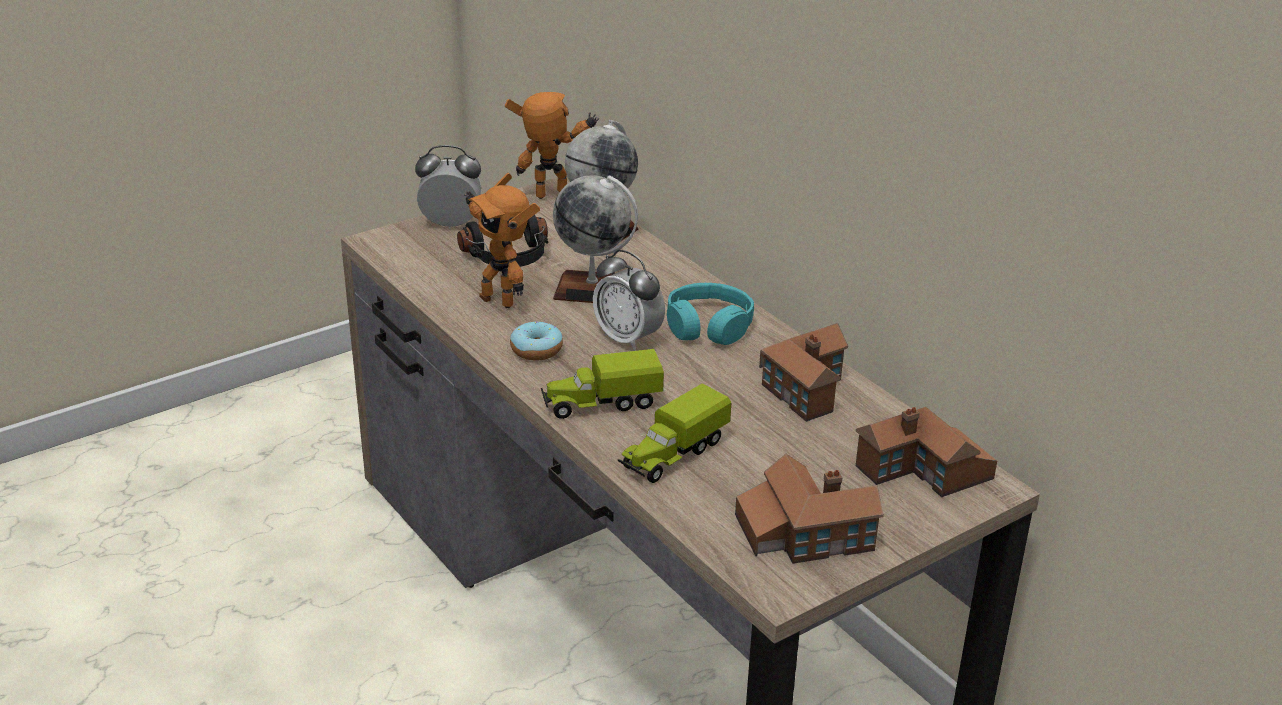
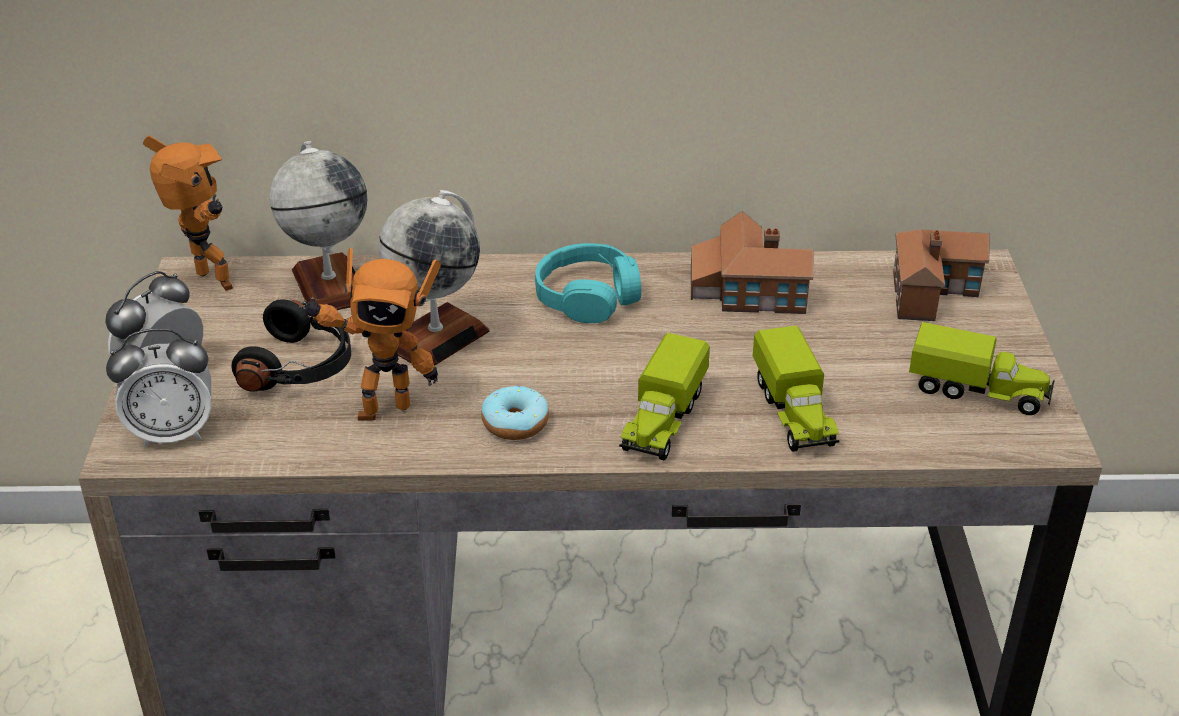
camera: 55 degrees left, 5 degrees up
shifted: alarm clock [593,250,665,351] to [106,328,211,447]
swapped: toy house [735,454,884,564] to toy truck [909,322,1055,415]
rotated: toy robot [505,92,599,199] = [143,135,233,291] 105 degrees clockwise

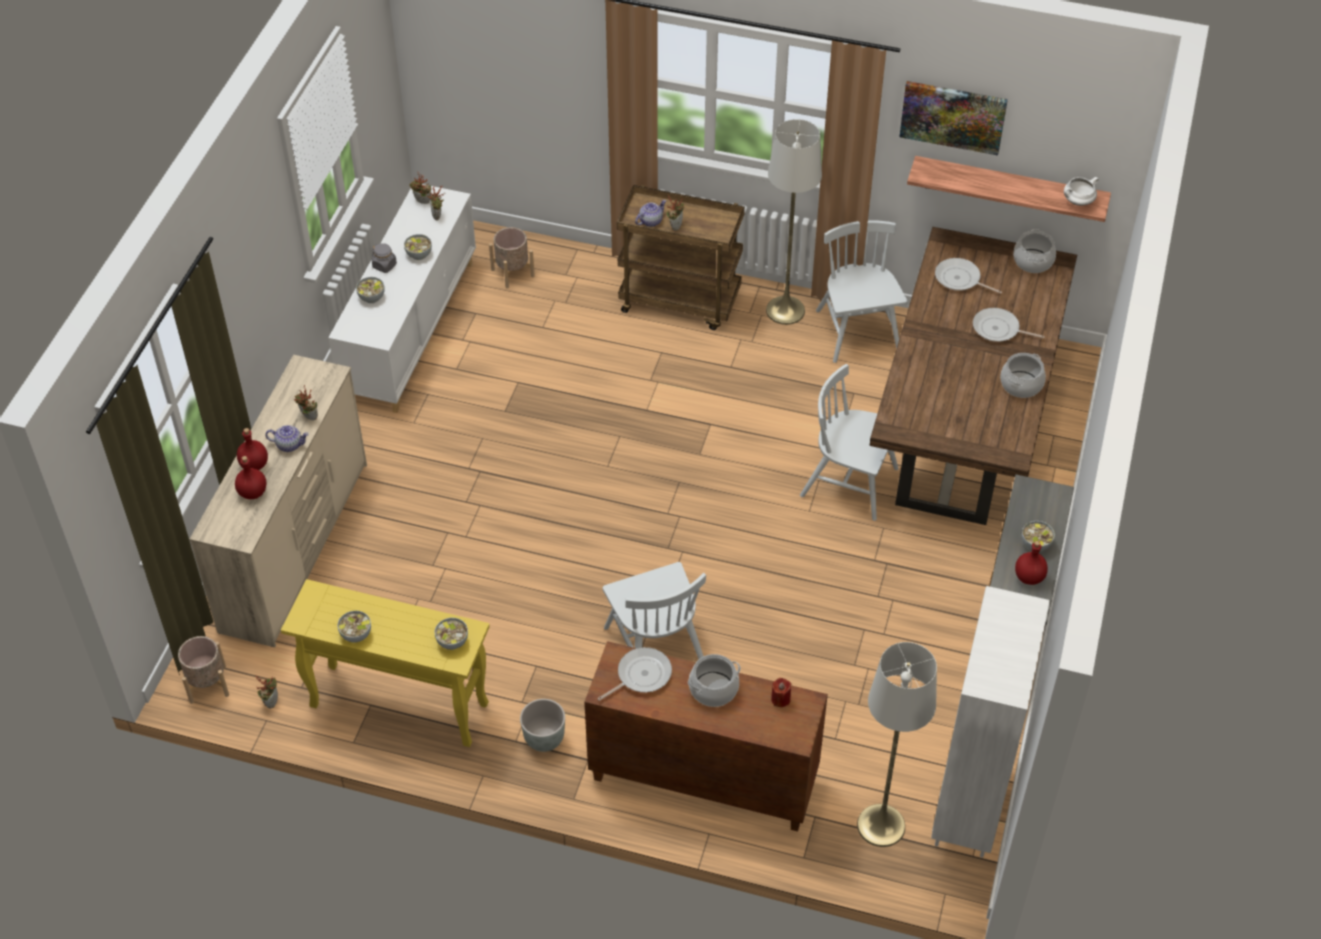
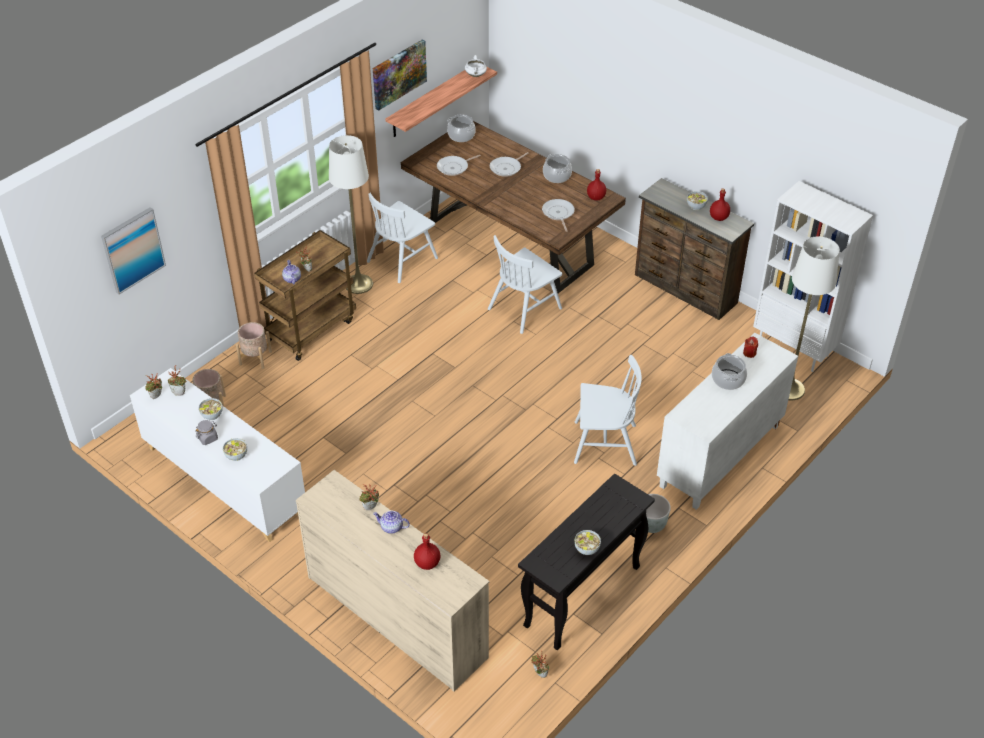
camera: 65 degrees left, 5 degrees down
gone: bowl [435,618,468,650]
new: picture [101,207,166,294]
shifted: bottle (red) [237,428,268,470] to [587,169,606,200]; planter (beige) [178,636,229,704] to [236,322,272,369]; frying pan [597,647,672,701] to [542,199,575,232]
repainted: console table (yellow) [281,579,490,747] to console table (black) [518,473,655,650]; cabinet (brown) [584,641,828,832] to cabinet (white) [657,333,798,510]
rotated: chair (white) [816,220,908,363] = [367,193,438,283] 60 degrees counterclockwise; teapot [265,425,309,452] = [373,511,410,534] 105 degrees counterclockwise

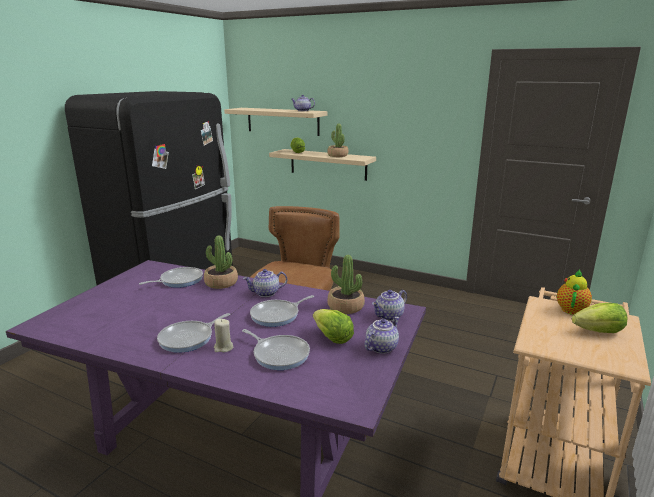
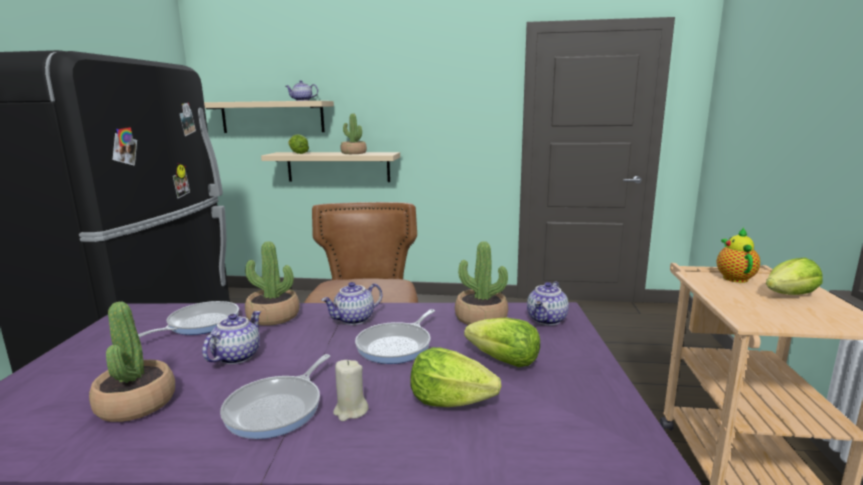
camera: 20 degrees left, 5 degrees down
new: potted plant [89,301,175,422]
shifted: teapot [365,317,399,354] to [202,311,261,364]
swapped: frying pan [242,329,310,370] to lettuce [410,347,501,407]

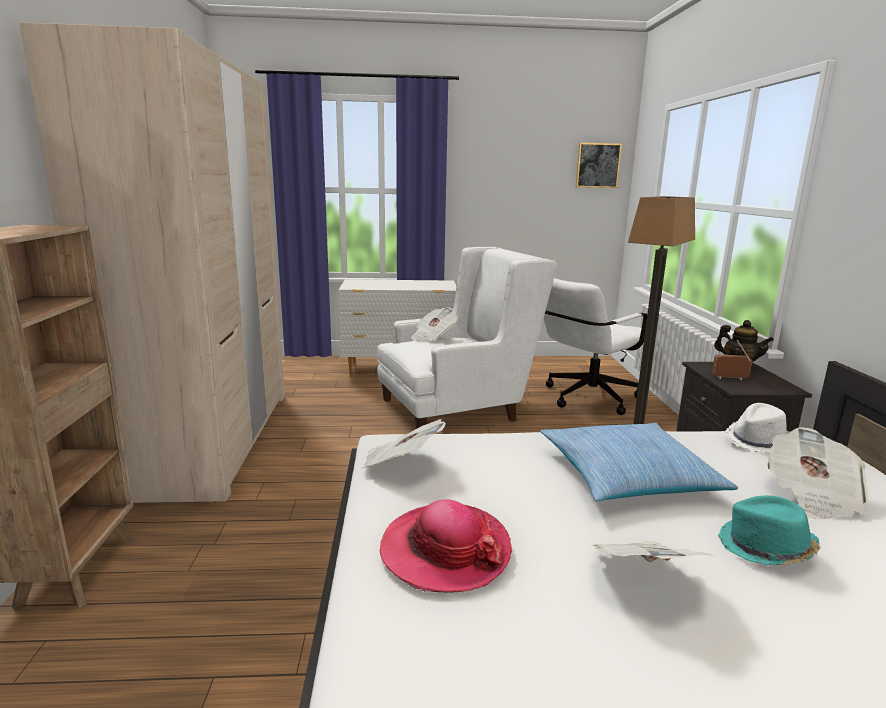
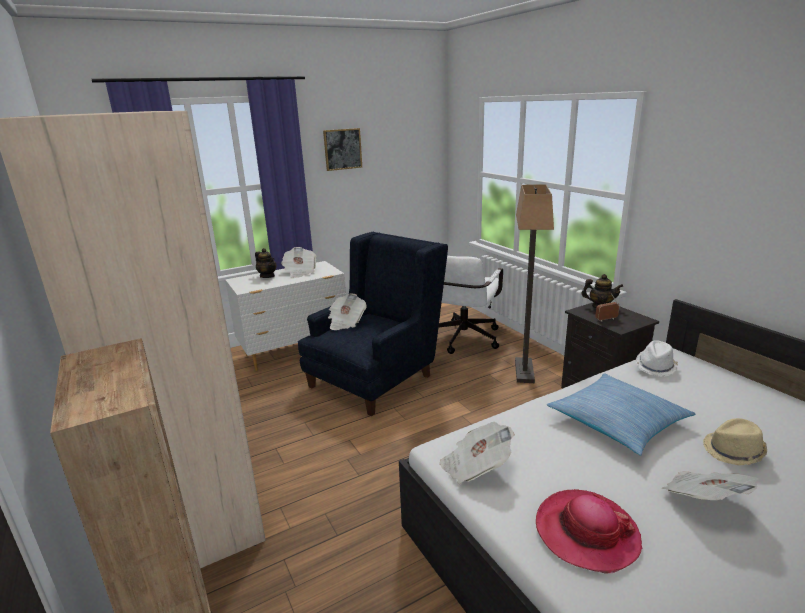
camera: 25 degrees left, 5 degrees up
new: teapot [255,248,277,278]
shifted: picture [576,143,622,188] to [323,128,362,171]; newspaper [767,427,868,519] to [281,247,316,278]
repainted: armchair (white) [377,247,557,429] to armchair (blue) [298,232,448,416]; hat (turquoise) [718,495,821,565] to hat (beige) [703,418,767,465]

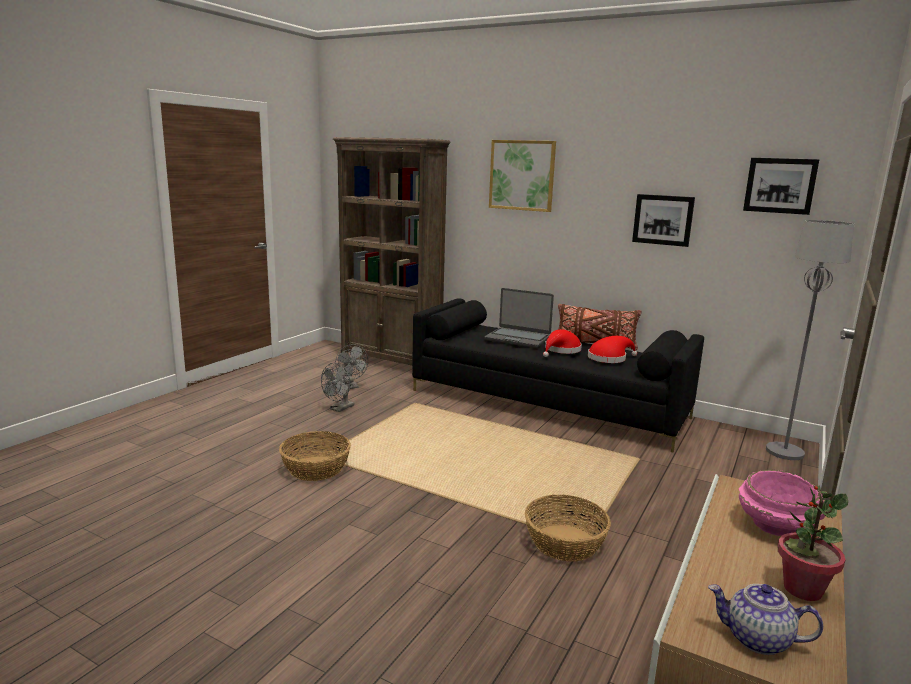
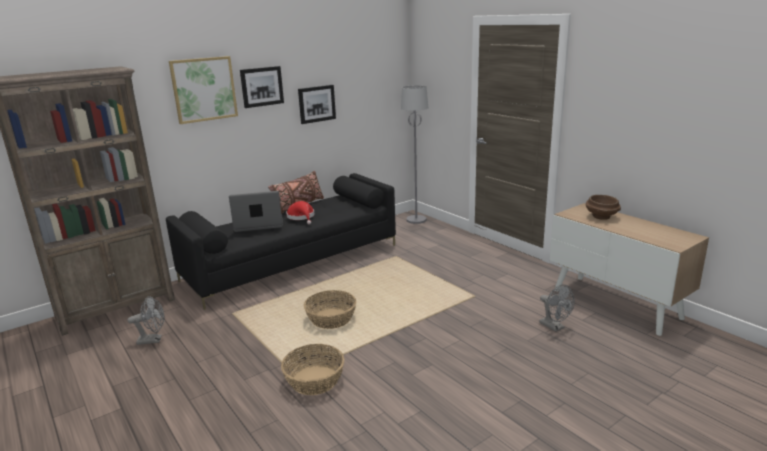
camera: 65 degrees left, 5 degrees up
gone: hat (red) [588,336,637,363]; potted plant [777,486,848,601]; teapot [708,584,823,655]
shifted: picture [743,158,819,215] to [240,66,284,108]; fan (grey) [321,363,354,412] to [539,284,575,332]; basket [525,495,611,561] to [304,290,356,329]
repainted: bowl (pink) [739,470,825,536] to bowl (brown) [586,195,621,220]
rotated: laptop [484,288,554,348] = [229,191,283,232] 150 degrees counterclockwise

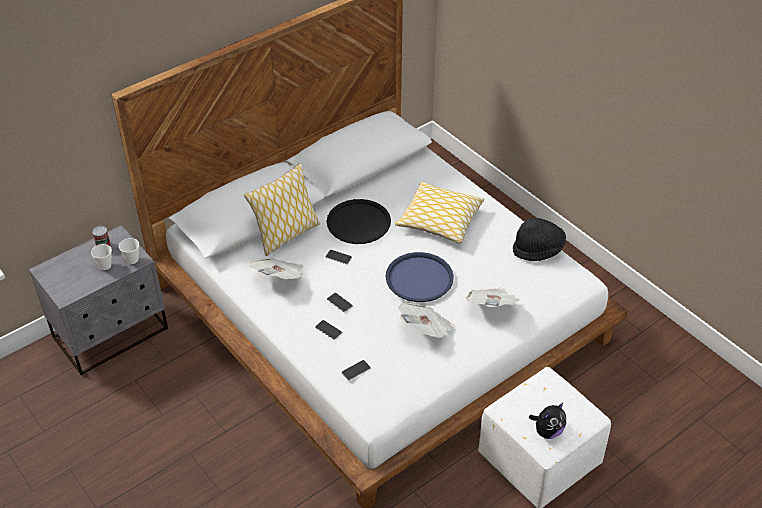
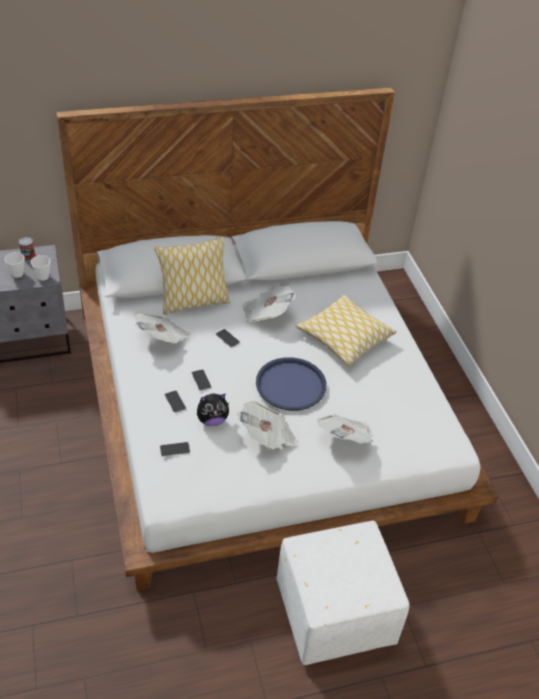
camera: 20 degrees right, 0 degrees up
gone: hat (black) [513,218,566,261]
shifted: plush toy [529,402,566,439] to [197,393,229,426]
swapped: tray (black) [327,199,391,244] to newspaper [243,286,296,322]

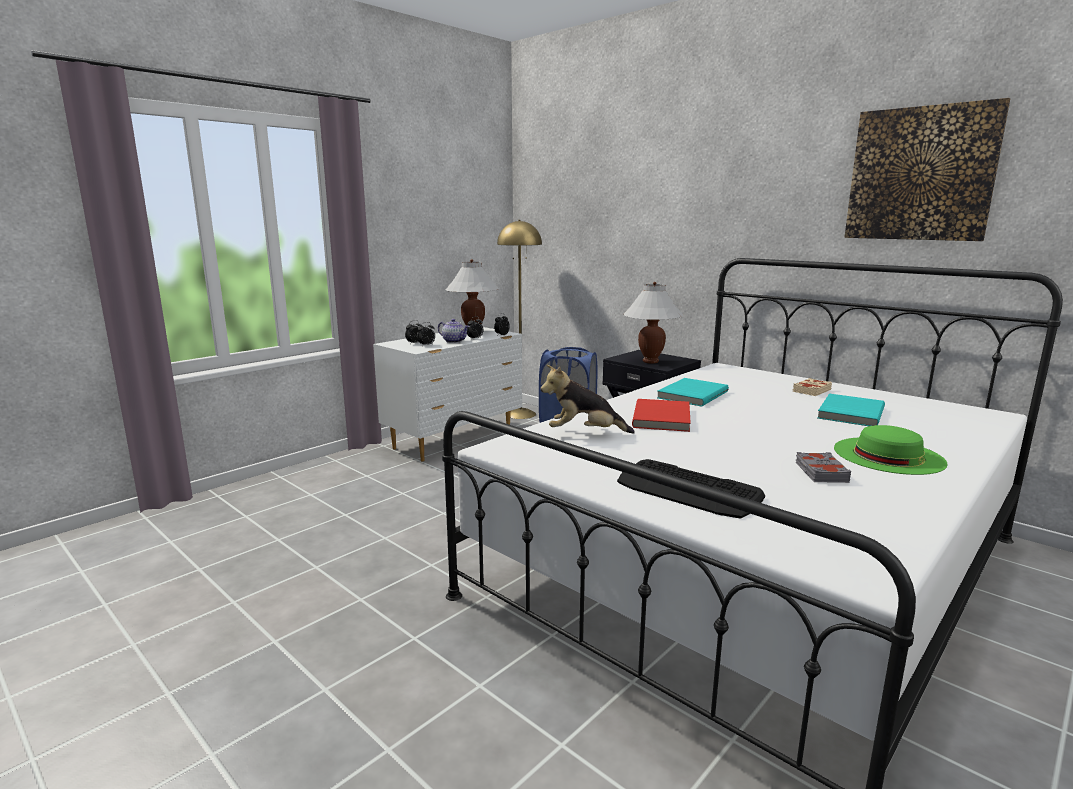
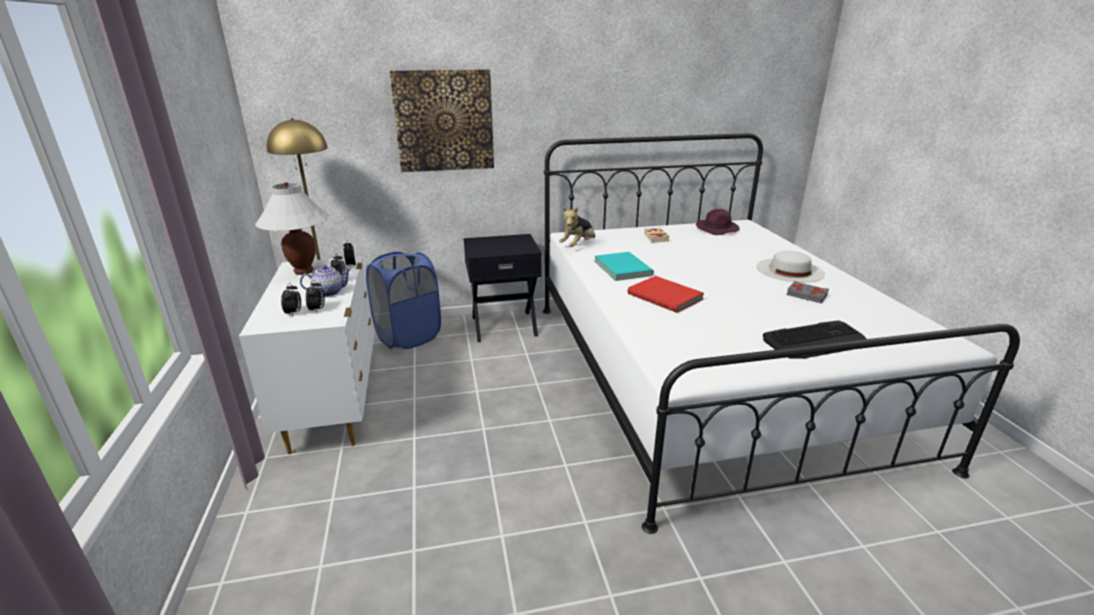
camera: 55 degrees left, 10 degrees up
gone: table lamp (white) [623,282,683,364]; book (turquoise) [817,393,885,426]
new: hat (purple) [696,209,740,235]
shifted: picture [844,98,1010,241] to [390,69,494,172]; plush toy [541,365,635,434] to [559,207,595,247]
repainted: hat (green) [834,425,948,475] to hat (white) [757,251,825,283]

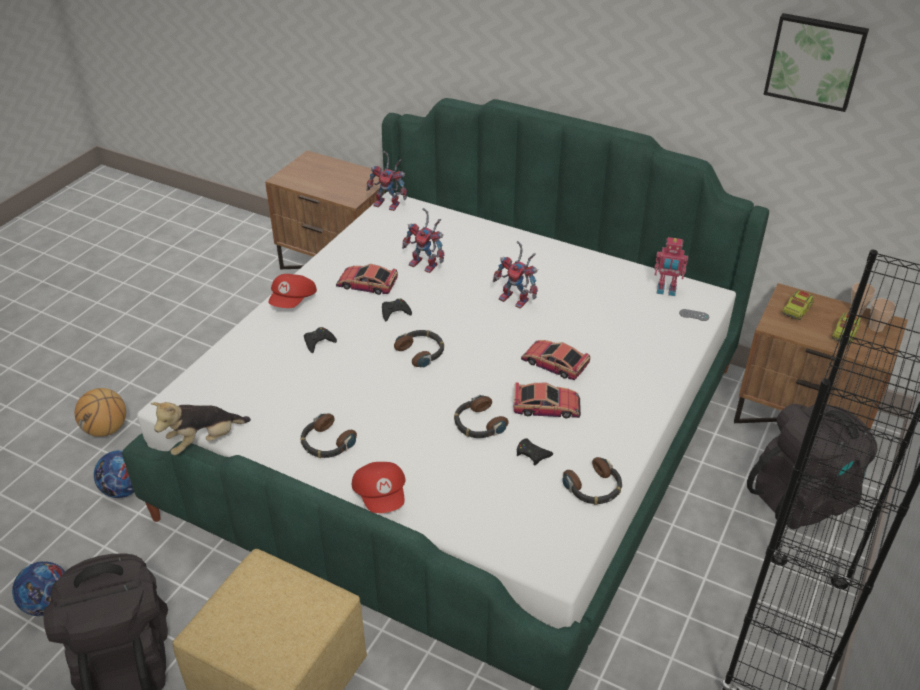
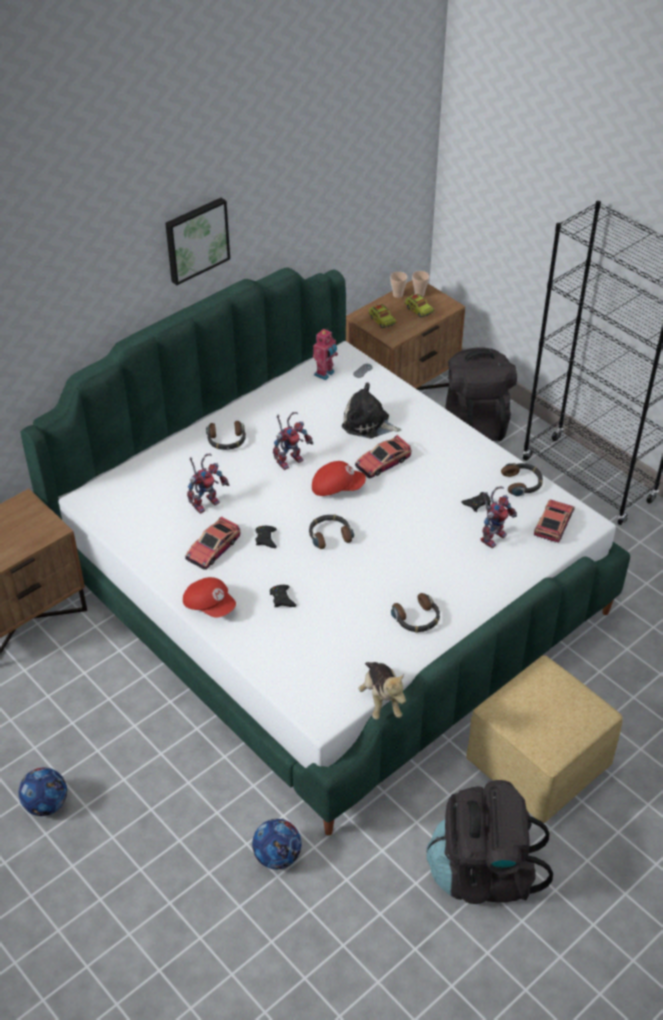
camera: 70 degrees left, 5 degrees up
gone: basketball [75,388,126,437]
new: plush toy [342,382,402,439]
shifted: picture [763,13,869,112] to [165,198,230,285]; toy robot [366,151,407,211] to [481,486,517,549]; toy car [514,383,581,419] to [534,499,575,543]; headphones [454,395,508,438] to [206,421,246,450]; cap (red) [352,462,406,513] to [312,461,366,496]; football [12,561,65,616] to [18,767,67,816]

